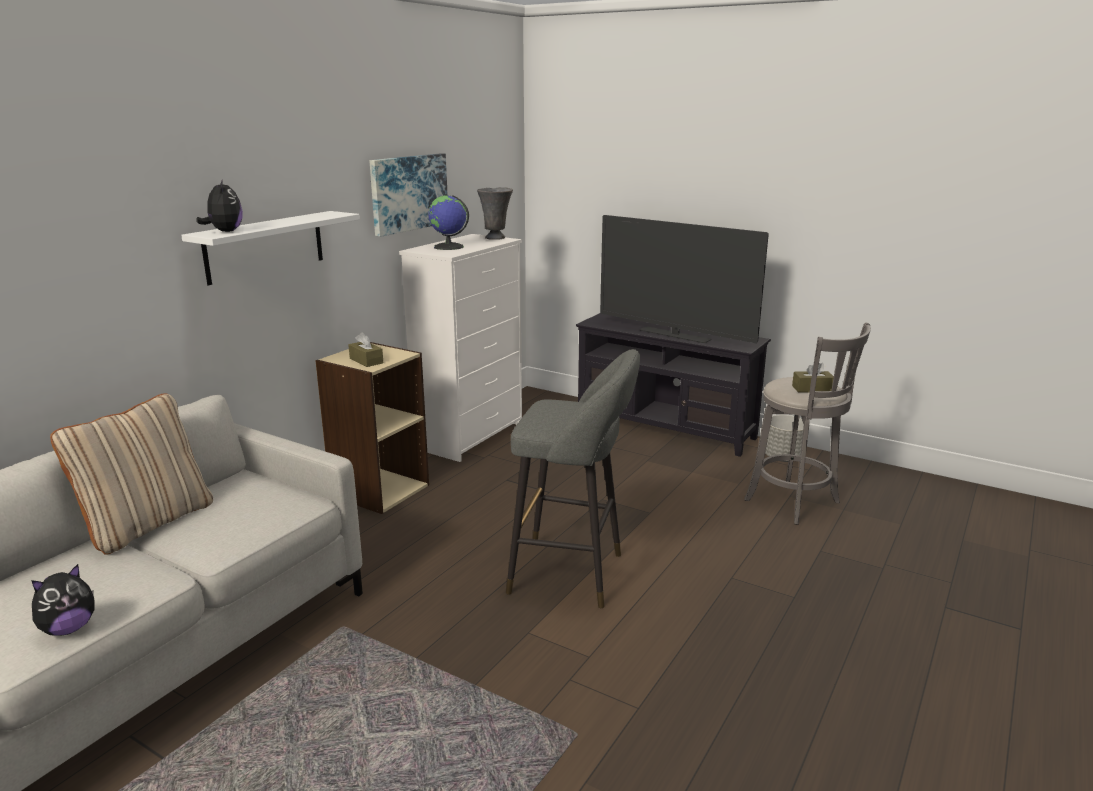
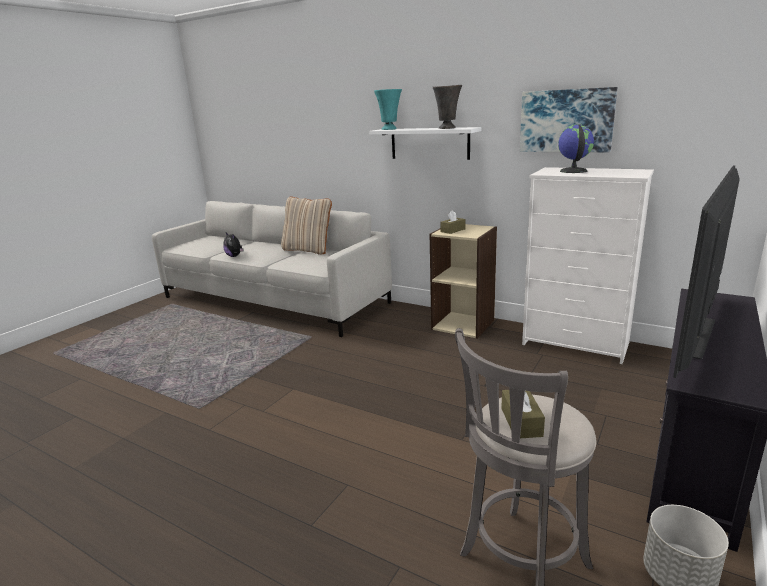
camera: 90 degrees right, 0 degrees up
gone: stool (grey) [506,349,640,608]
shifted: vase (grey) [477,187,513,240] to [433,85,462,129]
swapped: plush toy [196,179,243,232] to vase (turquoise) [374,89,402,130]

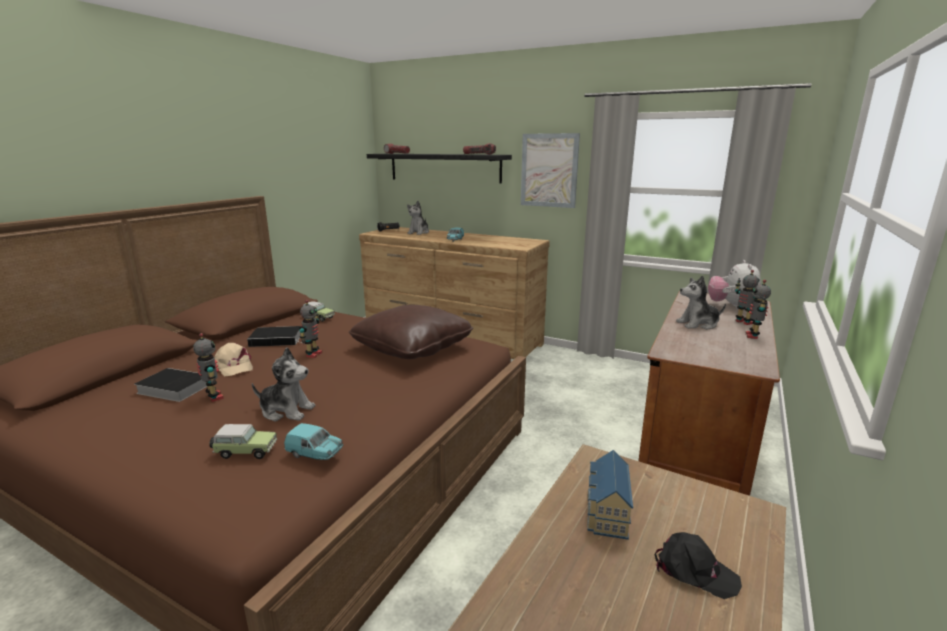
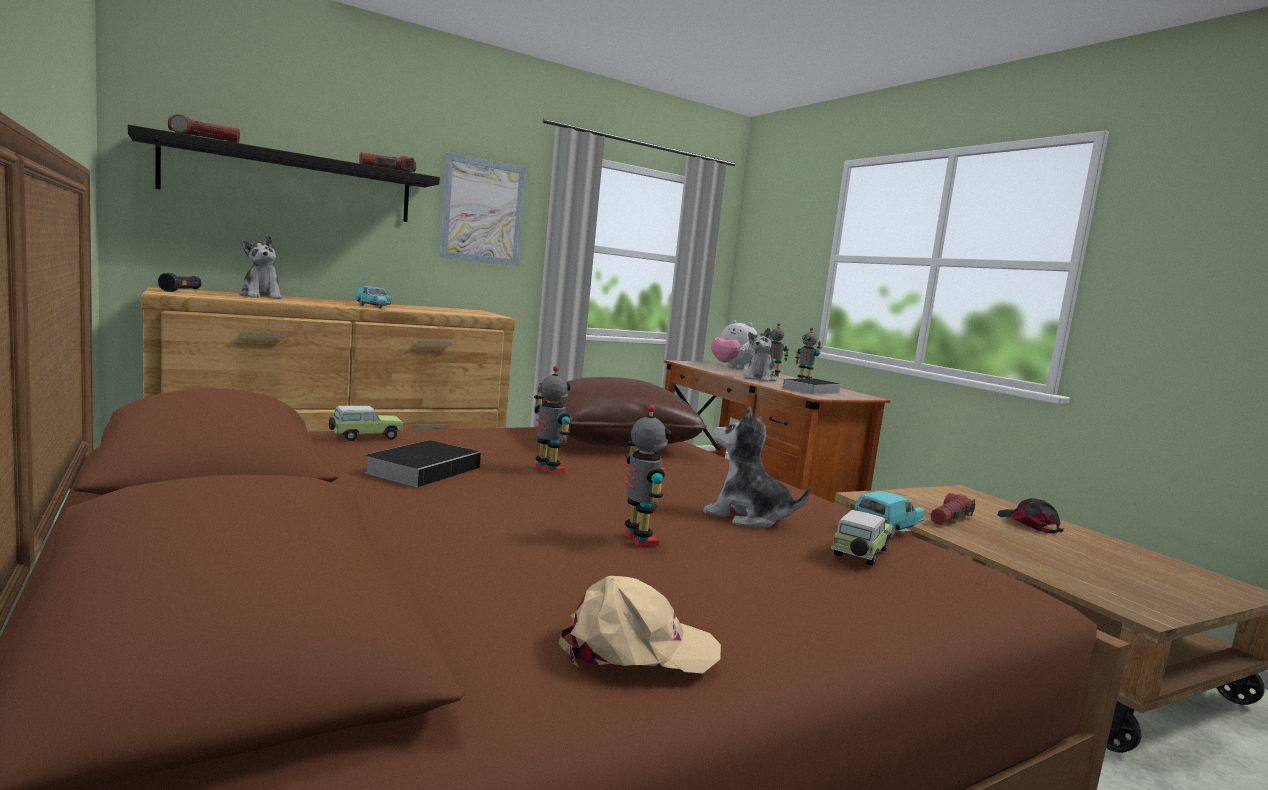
camera: 60 degrees left, 10 degrees down
shifted: cap (beige) [214,343,253,376] to [559,576,721,674]; book [134,368,207,402] to [781,378,841,394]
swapped: toy house [587,450,633,540] to flashlight [930,493,975,525]
rotated: toy robot [193,333,224,402] = [624,405,670,547] 75 degrees clockwise; plush toy [252,348,315,422] = [703,406,811,528] 105 degrees counterclockwise; cap (black) [655,532,742,599] = [998,498,1064,534] 75 degrees counterclockwise

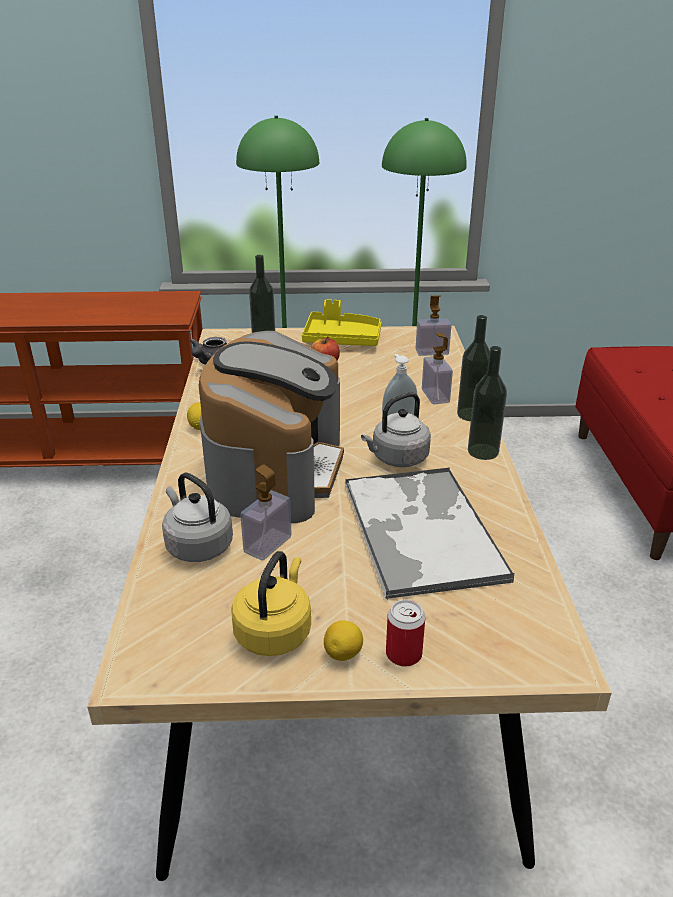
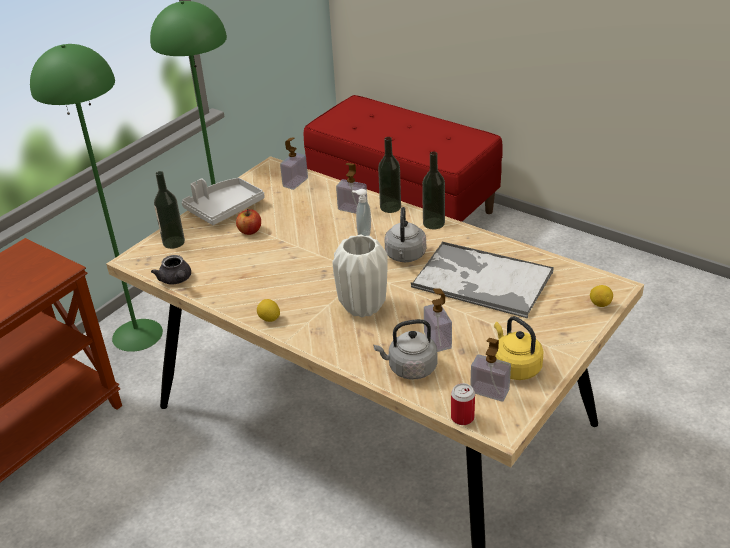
camera: 50 degrees left, 5 degrees up
new: soap dispenser [470,338,511,402]
shifted: can [386,600,425,667] to [451,383,475,425]; lemon [324,620,363,661] to [590,285,613,307]
swapped: coffee machine [199,331,344,523] to vase (white) [332,234,388,317]
repainted: tray (yellow) [302,299,381,346] to tray (grey) [182,178,265,225]

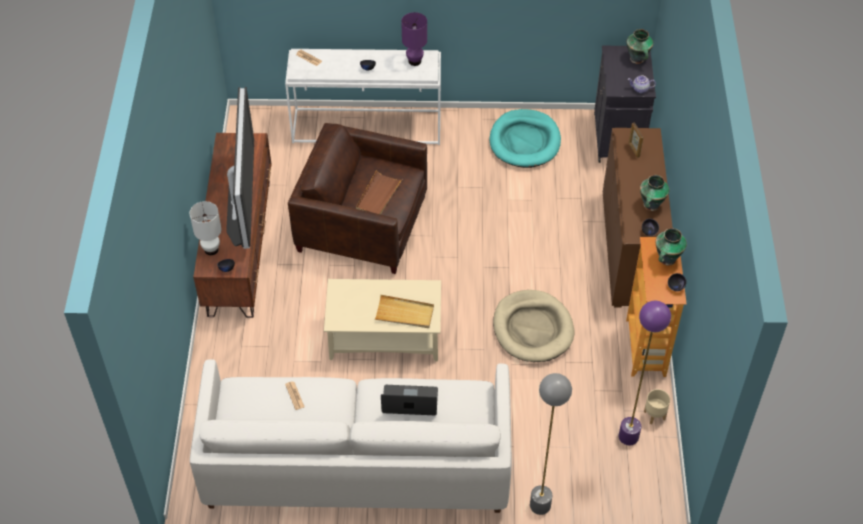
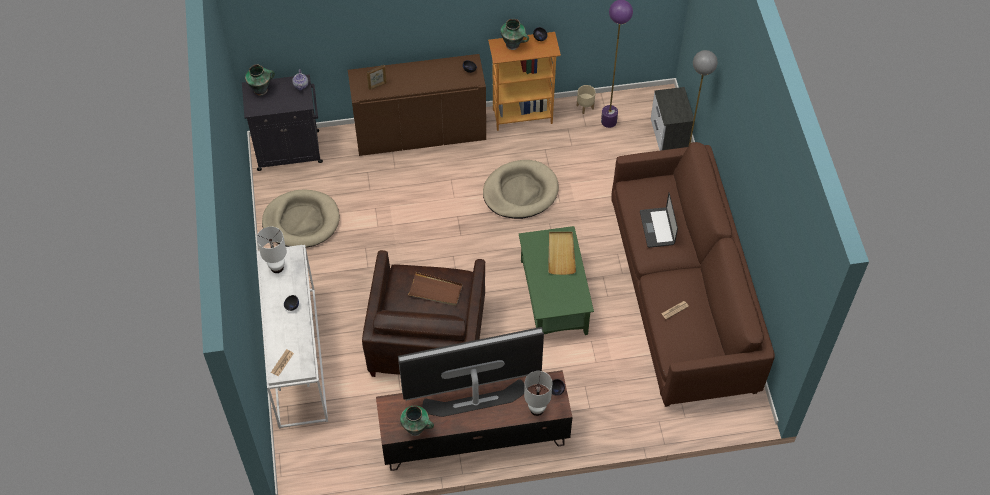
camera: 100 degrees left, 5 degrees up
new: nightstand [651,87,694,151]
shifted: vase [640,175,669,211] to [400,405,434,436]
repainted: table lamp (purple) [401,12,427,66] to table lamp (white) [257,227,286,273]; dog bed (turquoise) [490,109,561,168] to dog bed (beige) [262,189,340,248]; coffee table (beige) [324,279,441,361] to coffee table (green) [519,226,594,335]; sofa (white) [190,359,512,513] to sofa (brown) [612,142,775,407]

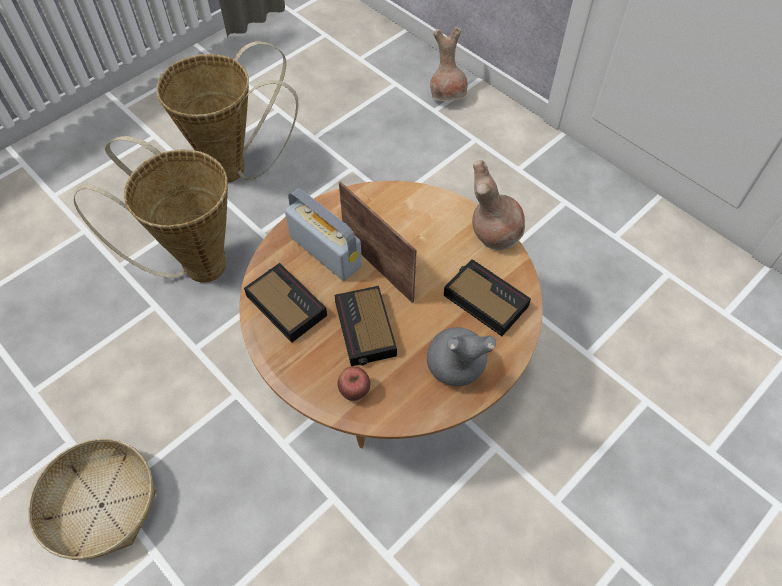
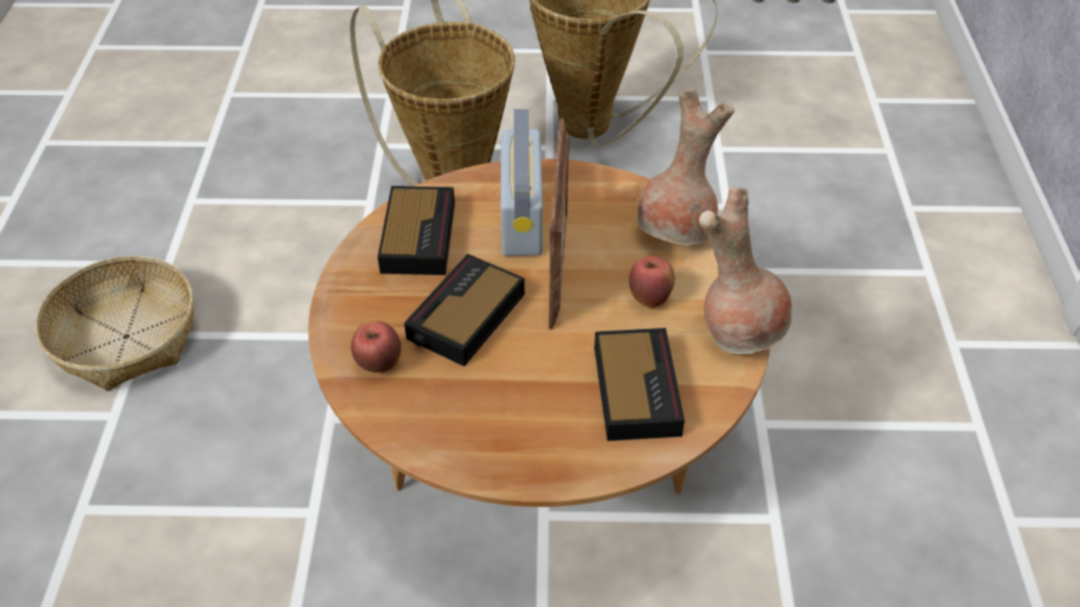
camera: 45 degrees right, 10 degrees down
gone: vase (grey) [427,327,496,386]
new: apple [629,256,675,307]
shifted: vase (brown) [430,27,468,101] to [637,88,734,245]

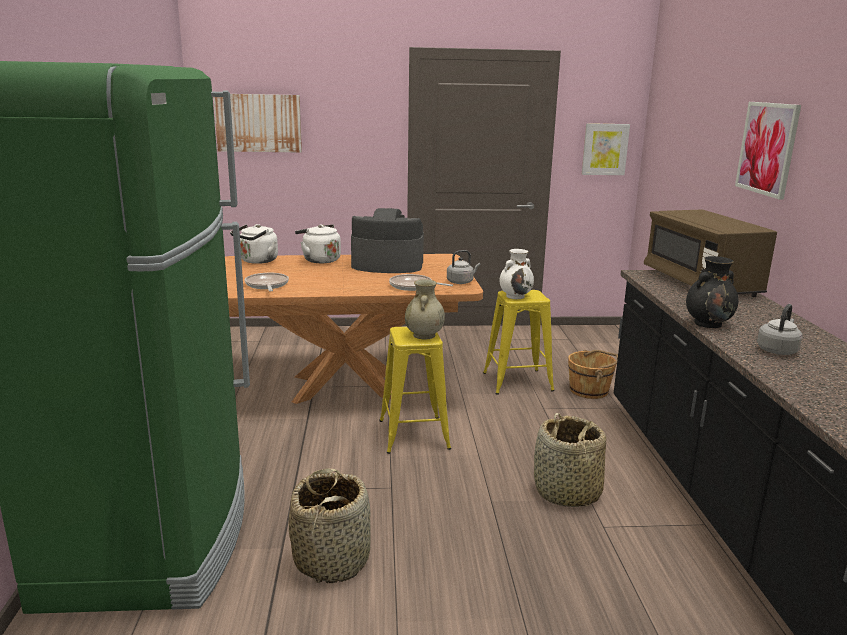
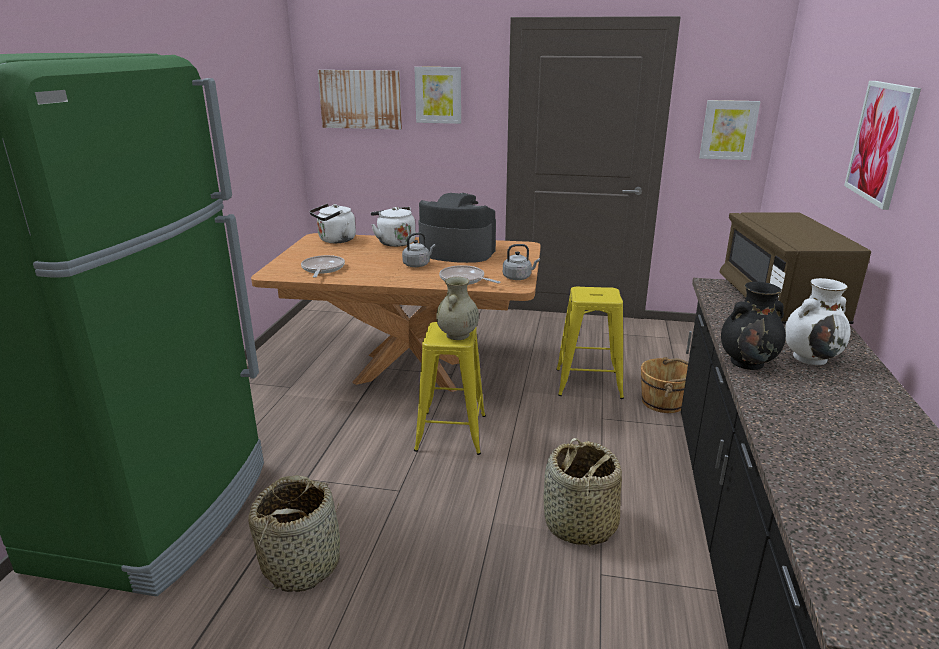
camera: 15 degrees right, 5 degrees up
new: picture [414,67,461,124]
shifted: vase (white) [499,249,534,299] to [785,278,850,365]; kettle (grey) [757,304,803,355] to [402,232,436,267]

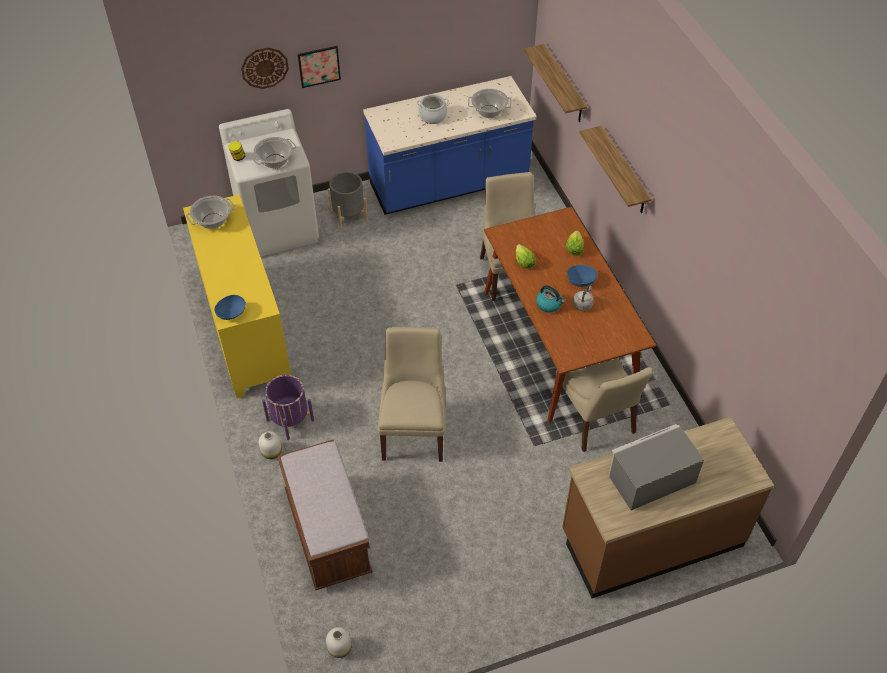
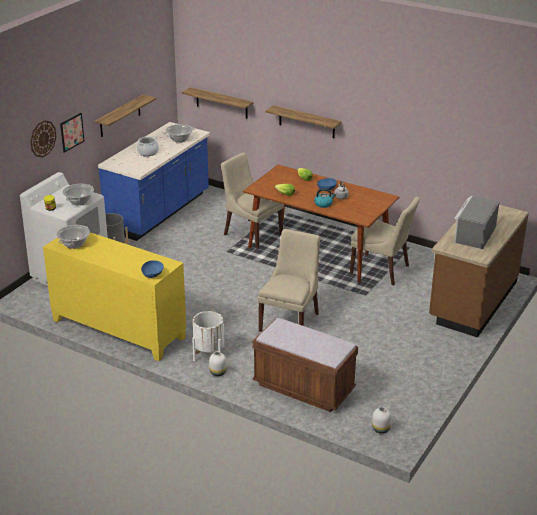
camera: 40 degrees left, 20 degrees down
new: shelf [95,94,156,137]
repainted: planter (purple) [262,375,314,440] to planter (white) [192,311,224,361]
rotated: chair (beige) [378,327,445,462] = [258,229,320,332] 60 degrees clockwise

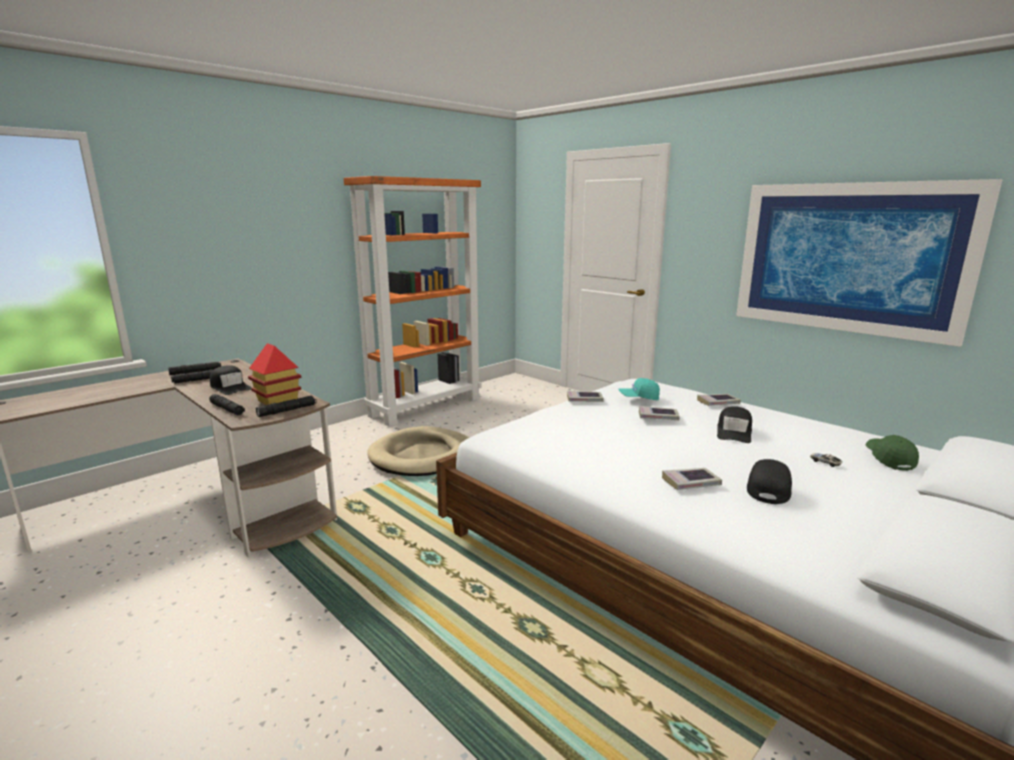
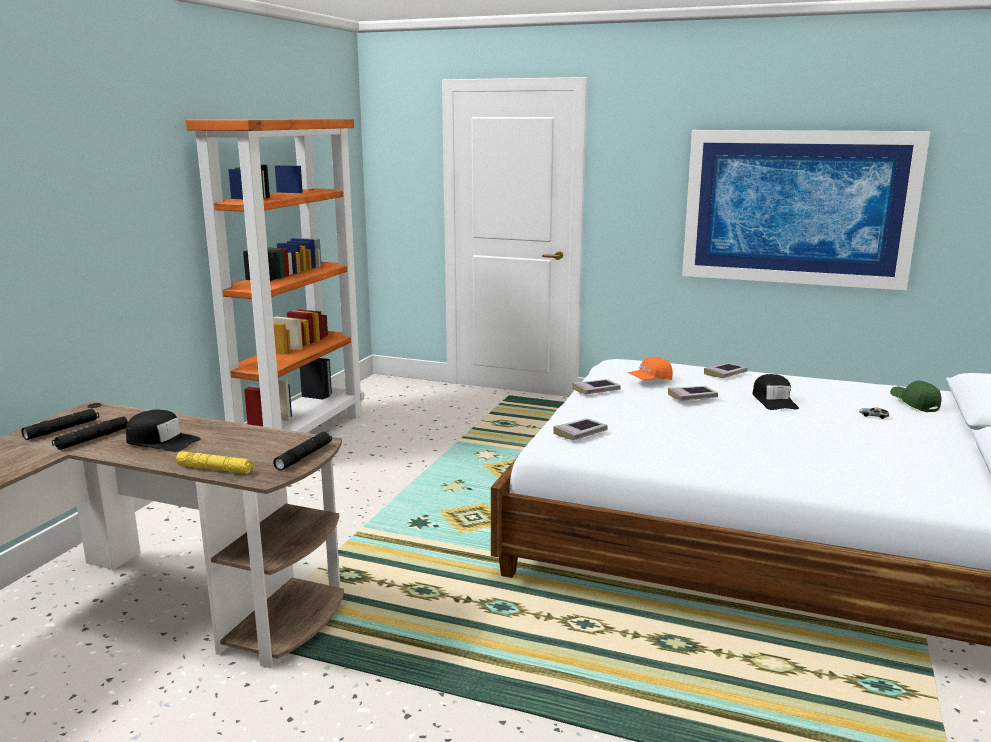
camera: 25 degrees left, 0 degrees up
gone: toy house [248,343,302,405]; dog bed (beige) [367,426,469,476]; cap (black) [747,459,792,504]
shifted: book [662,468,722,490] to [553,418,607,440]
repainted: cap (turquoise) [618,378,660,400] to cap (orange) [628,357,673,380]; flashlight (black) [209,394,245,415] to flashlight (yellow) [176,451,255,474]

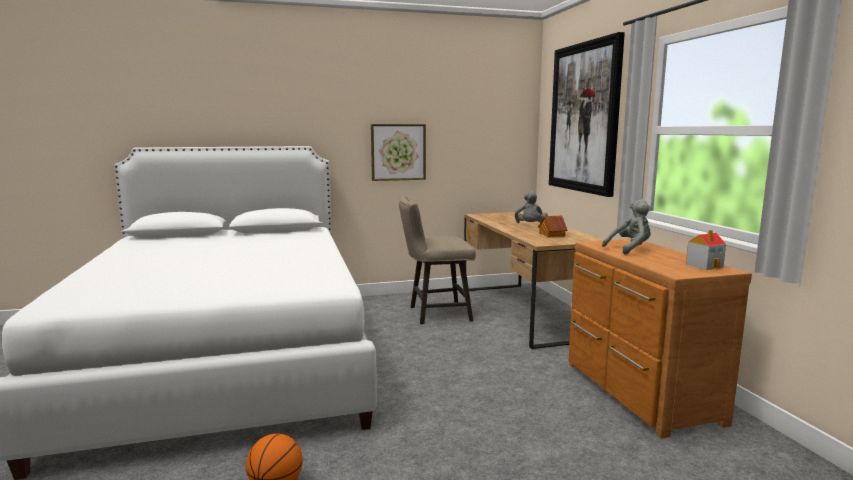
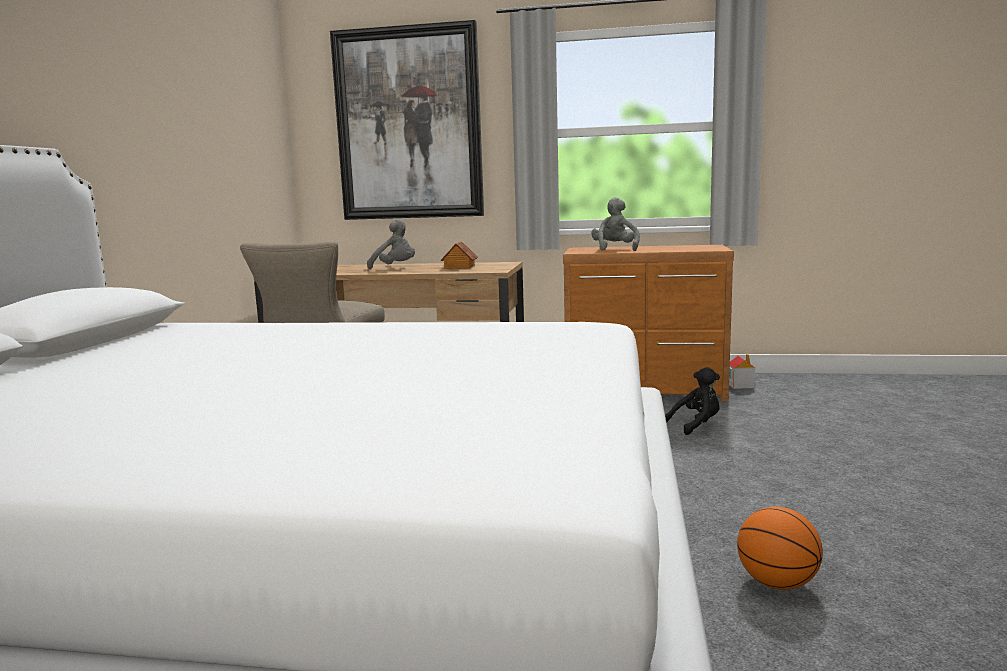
camera: 65 degrees left, 0 degrees up
gone: picture [371,124,426,181]
new: plush toy (black) [665,367,720,435]
shifted: toy house [686,230,726,270] to [729,354,755,389]

